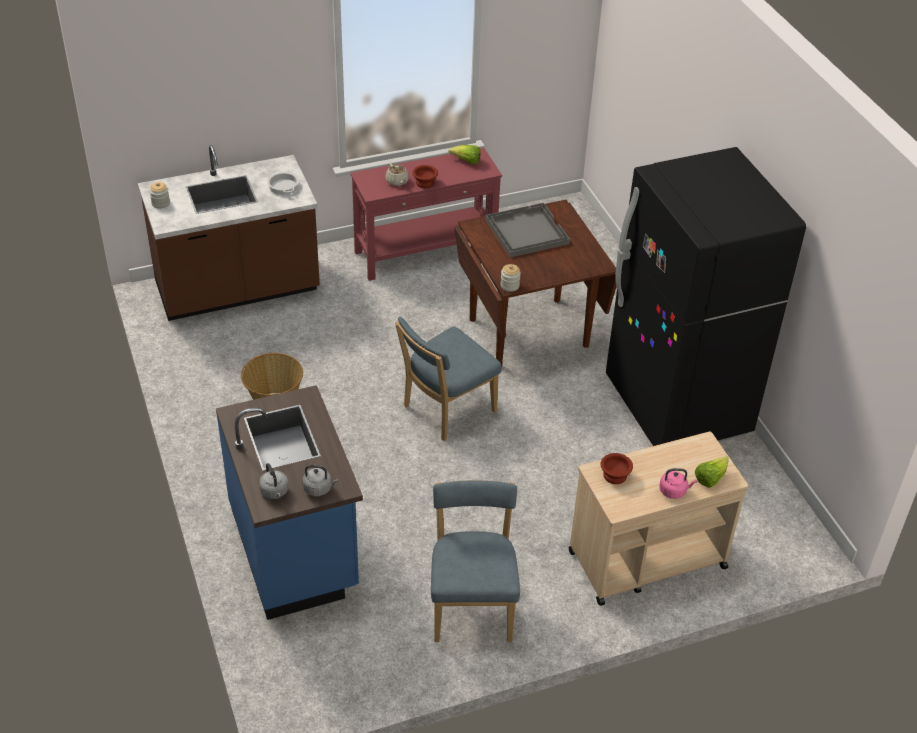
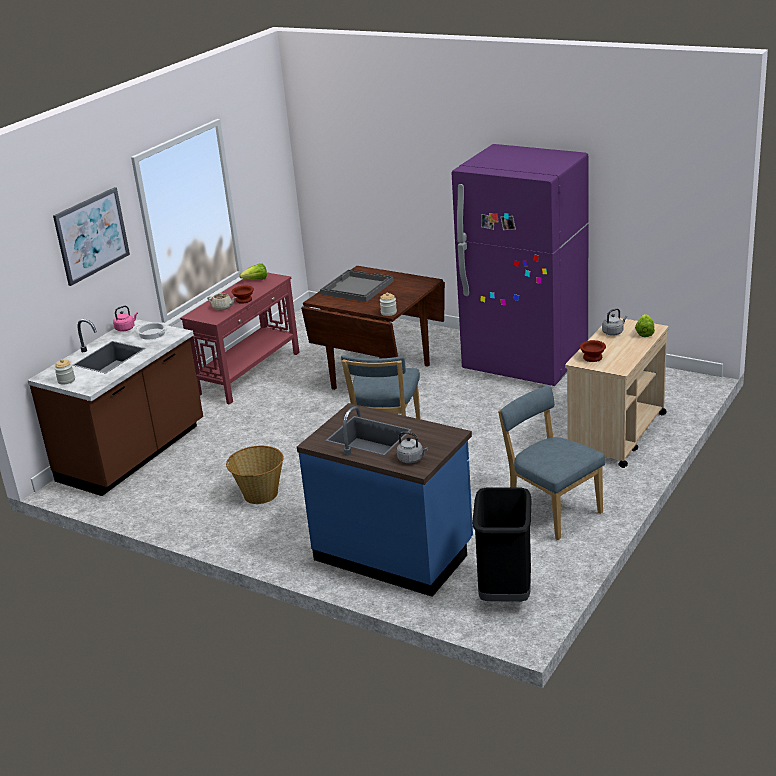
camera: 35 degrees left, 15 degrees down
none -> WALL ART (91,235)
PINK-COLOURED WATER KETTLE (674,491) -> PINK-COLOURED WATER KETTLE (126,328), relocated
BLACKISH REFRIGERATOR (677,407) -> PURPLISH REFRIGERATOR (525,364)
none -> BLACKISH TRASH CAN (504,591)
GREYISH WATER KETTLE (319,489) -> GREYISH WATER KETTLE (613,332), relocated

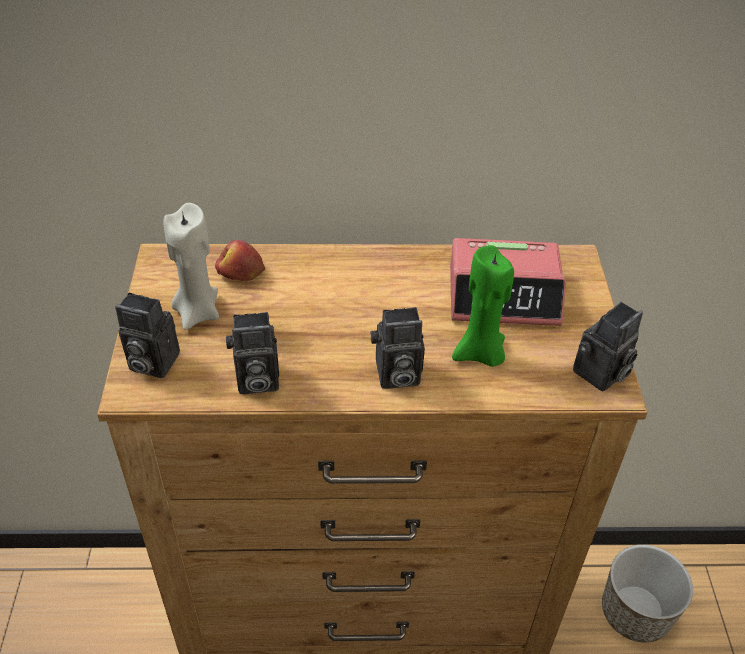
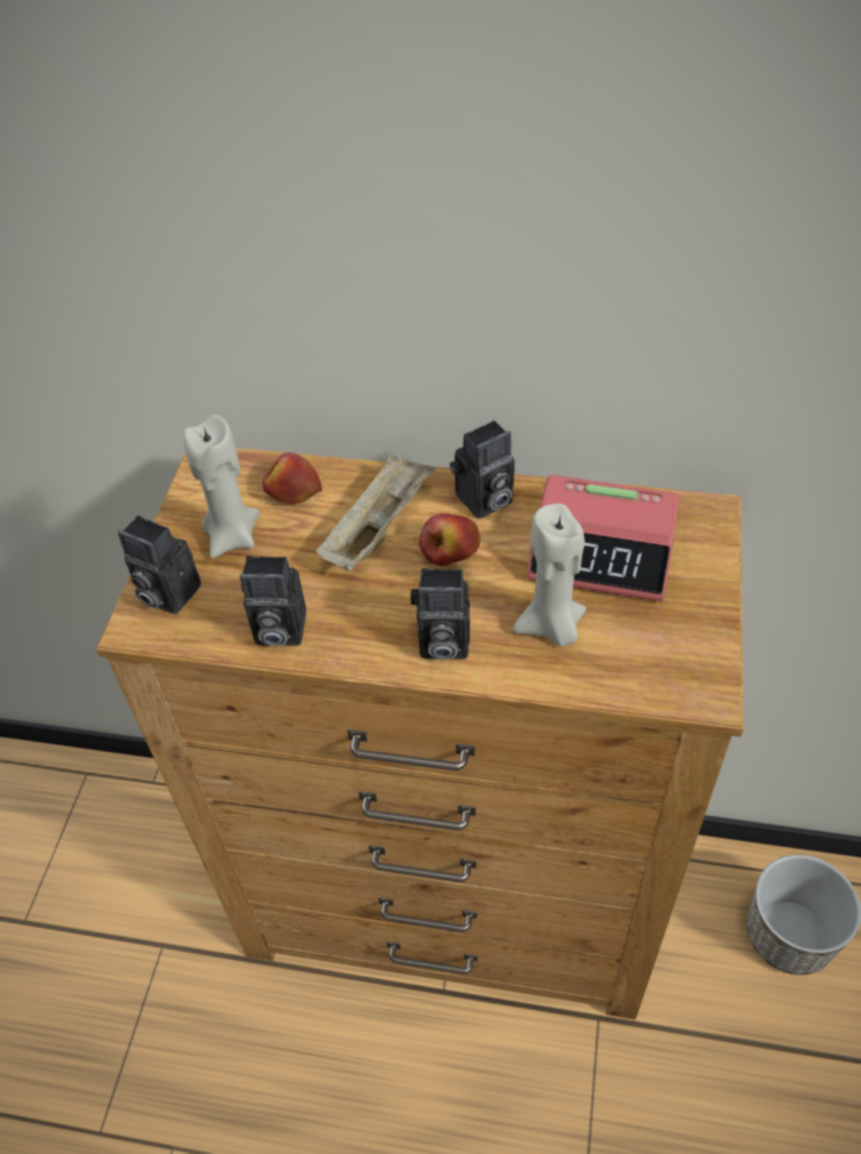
camera: 15 degrees right, 5 degrees up
none -> BEIGE CARRYING TRAY (378,527)
none -> APPLE (450,550)
PHOTO CAMERA (600,375) -> PHOTO CAMERA (483,502), relocated
GREEN-COLOURED WAX LIGHT (480,354) -> BEIGE WAX LIGHT (552,627)

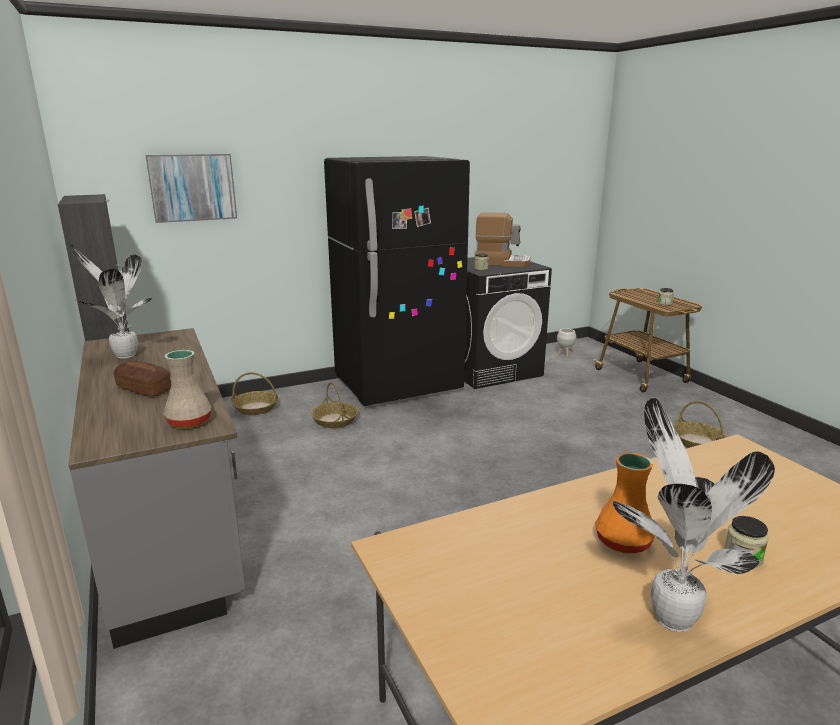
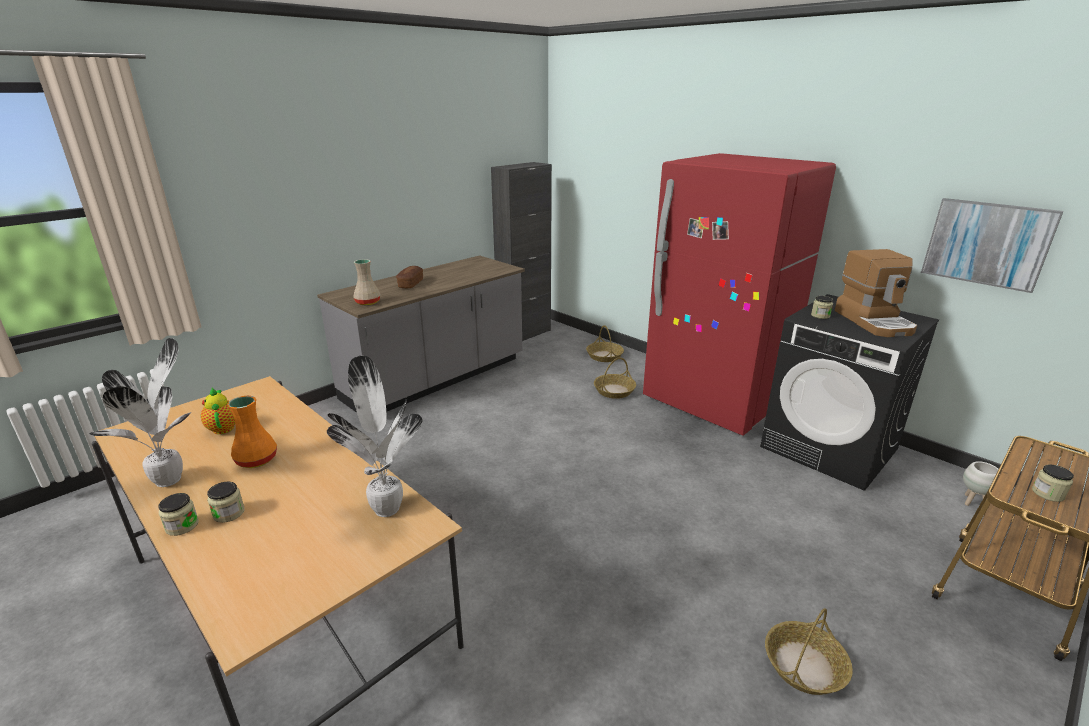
camera: 70 degrees right, 5 degrees up
none -> PRESERVE JAR (182,526)
none -> TEA POT (223,427)
HOUSEPLANT (124,355) -> HOUSEPLANT (387,507), relocated
BLACKISH REFRIGERATOR (398,386) -> RED REFRIGERATOR (713,403)
WALL ART (192,187) -> WALL ART (987,243), relocated

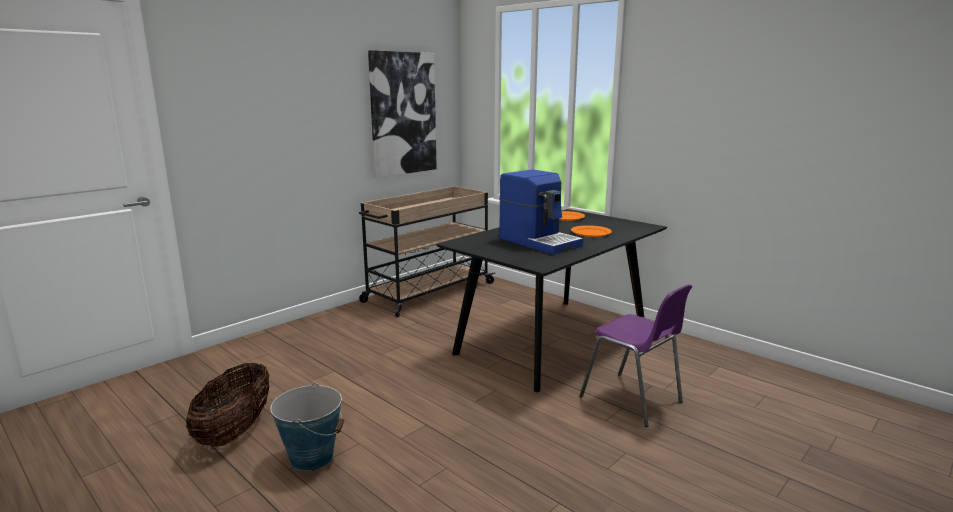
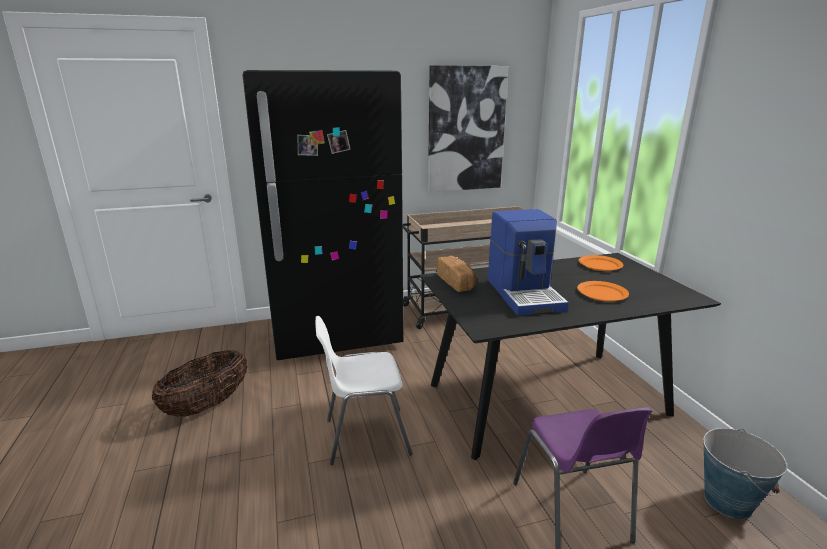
camera: 30 degrees right, 5 degrees up
none -> BLACKISH REFRIGERATOR (335,333)
none -> WHITE-COLOURED PLAIN CHAIR (364,436)
none -> BAKED BREAD (456,282)
BUCKET (312,457) -> BUCKET (728,501), relocated

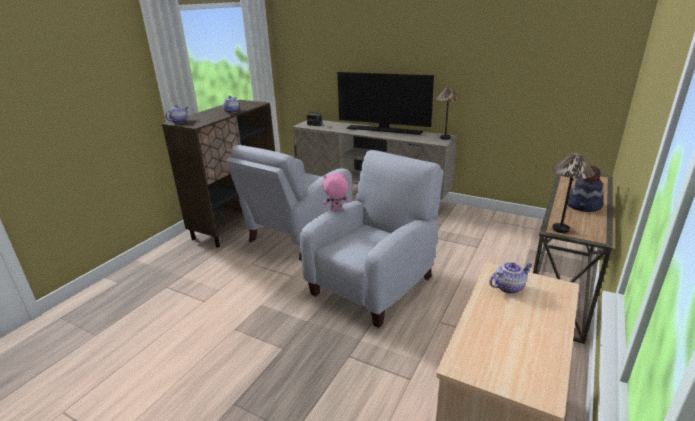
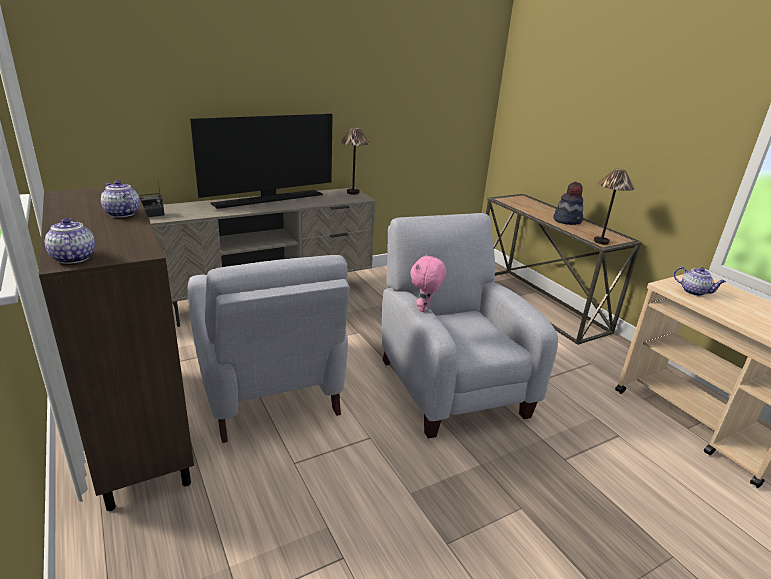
camera: 60 degrees left, 0 degrees up
TEA POT (508,287) -> TEA POT (694,292), 120 degrees clockwise

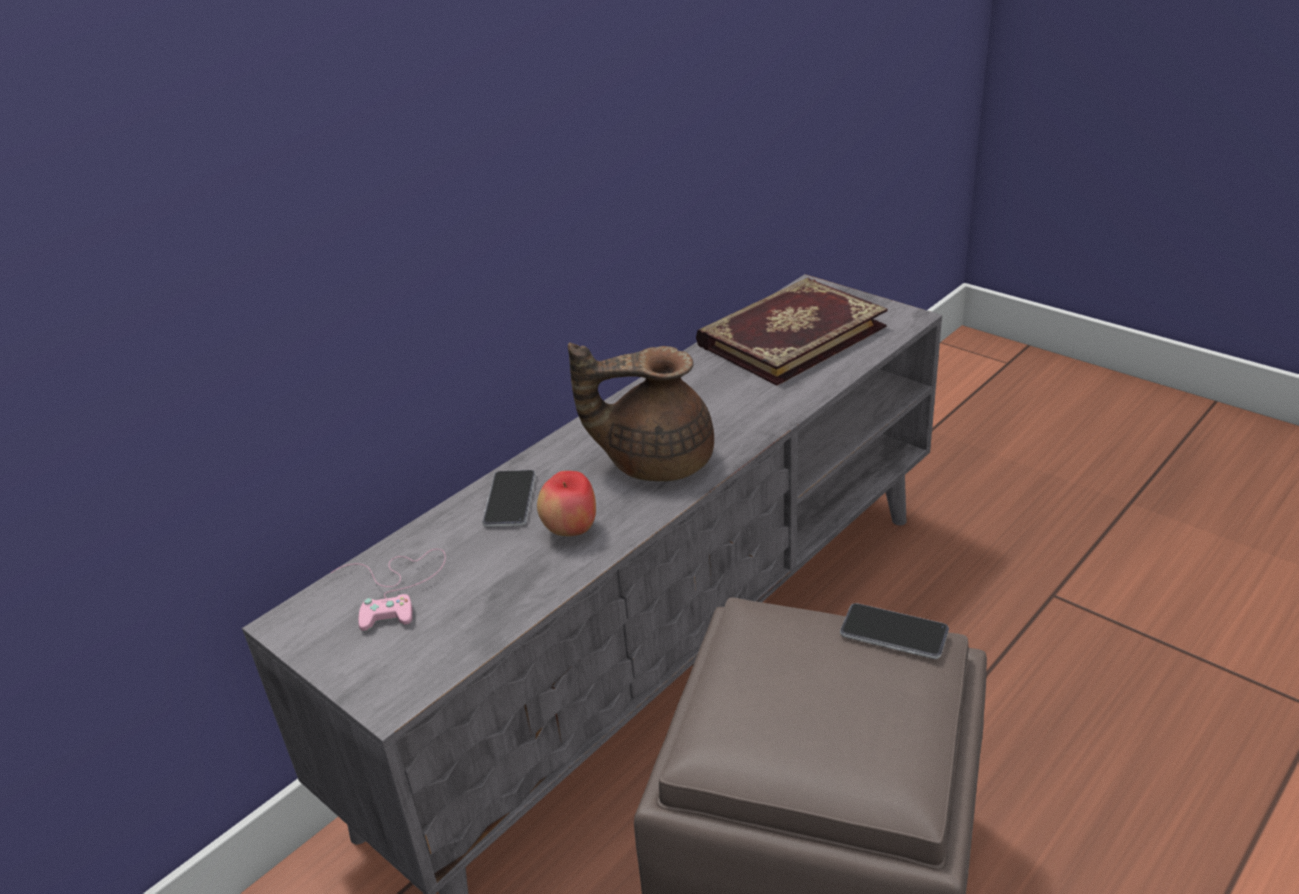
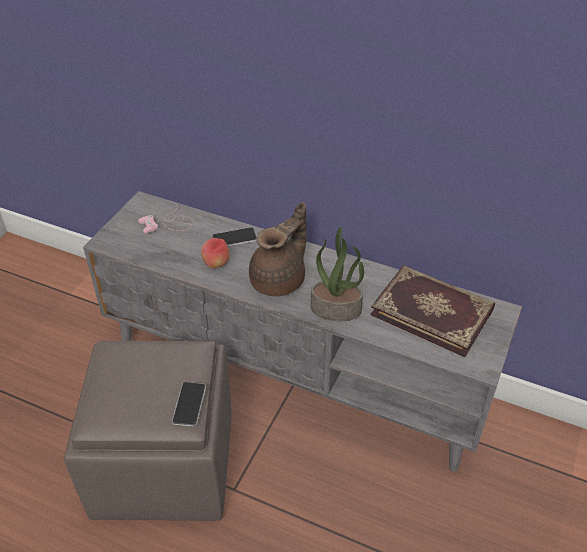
camera: 70 degrees right, 10 degrees up
BROWNISH TEA POT (655,460) -> BROWNISH TEA POT (280,280), 60 degrees clockwise
none -> HOUSEPLANT (336,309)

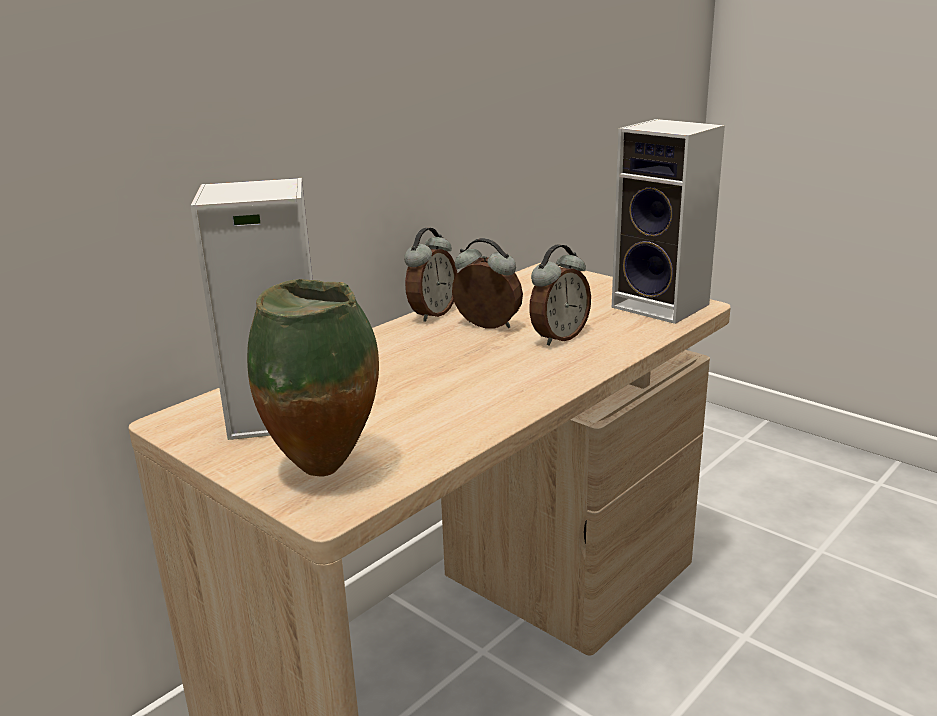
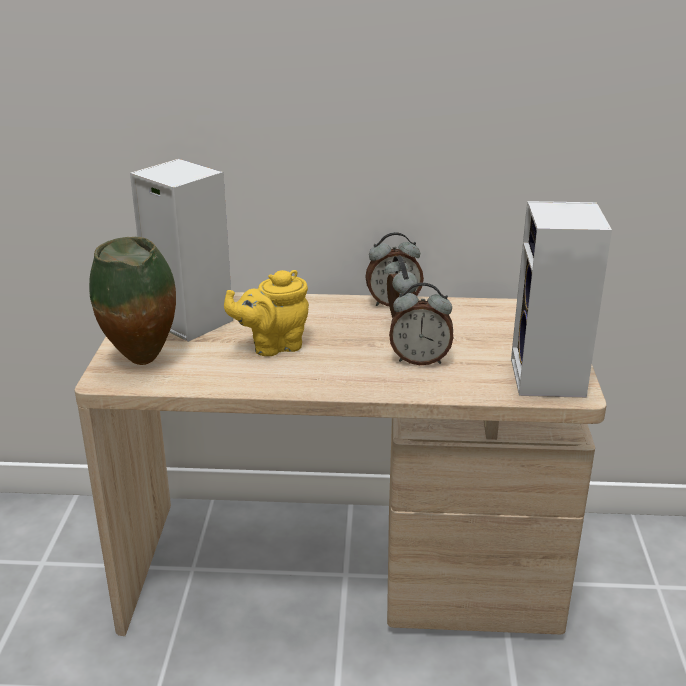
camera: 50 degrees right, 5 degrees up
none -> YELLOW-COLOURED TEA POT (273,346)

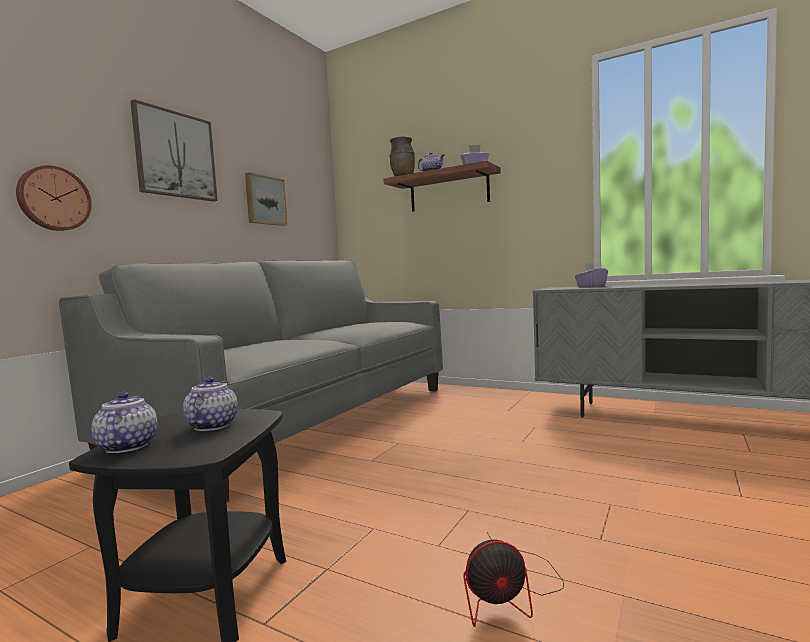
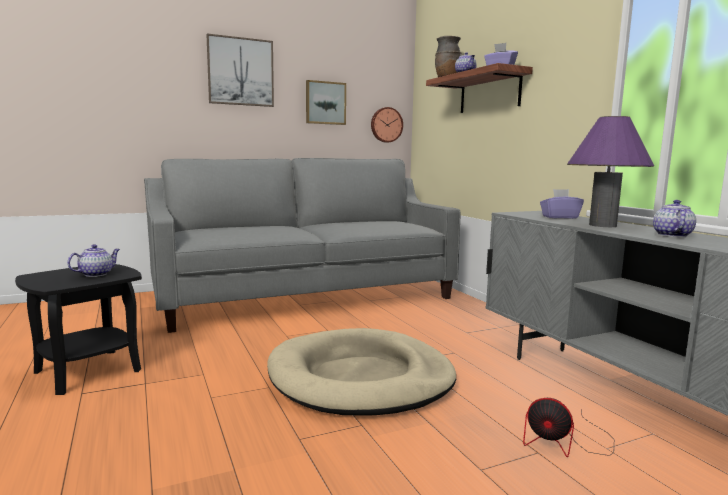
camera: 35 degrees right, 5 degrees up
none -> BEIGE DOG BED (361,378)
HANGING CLOCK (53,199) -> HANGING CLOCK (386,125), relocated
FAN (509,593) -> FAN (565,442), relocated
none -> PURPLISH TABLE LAMP (602,225)
TEA POT (127,446) -> TEA POT (671,235), relocated

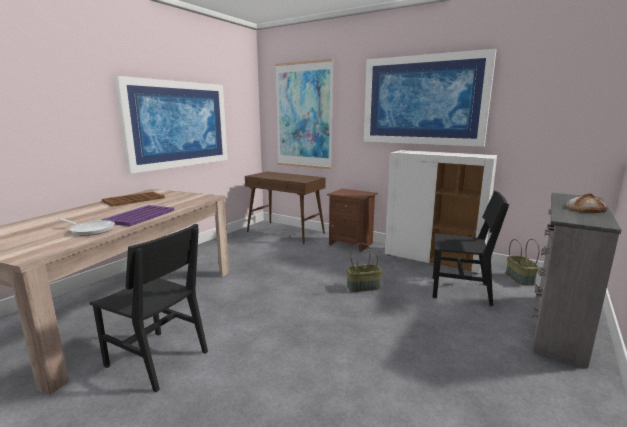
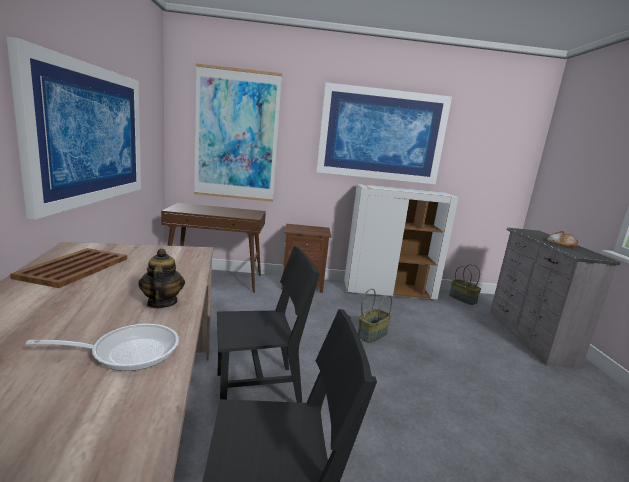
camera: 35 degrees left, 0 degrees up
PURPLISH CARRYING TRAY (139,216) -> TEA POT (161,303)
BLACKISH PLAIN CHAIR (460,290) -> BLACKISH PLAIN CHAIR (258,391), relocated

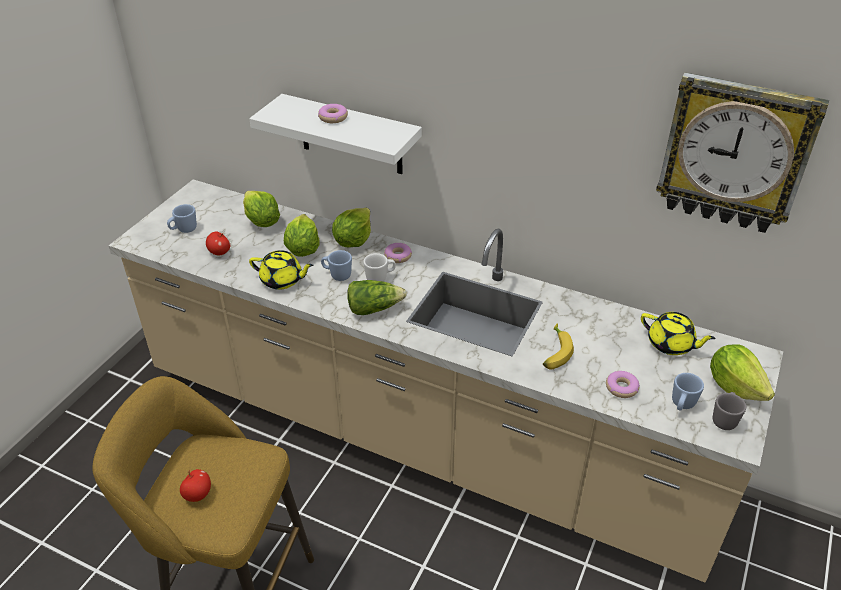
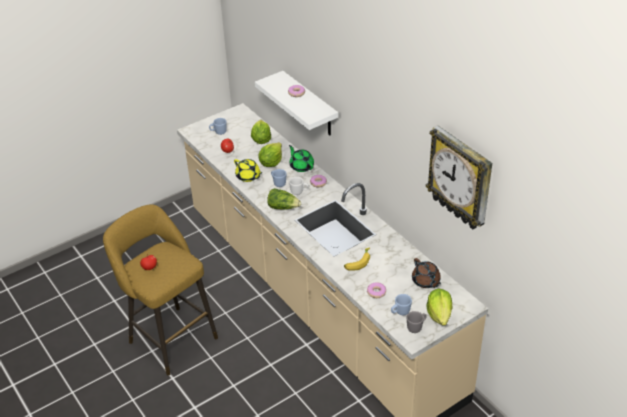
camera: 30 degrees right, 0 degrees up
HEAD OF LETTUCE (353,240) -> GREEN-COLOURED TEA POT (301,166)
YELLOW-COLOURED TEA POT (671,344) -> BROWNISH TEA POT (426,281)

